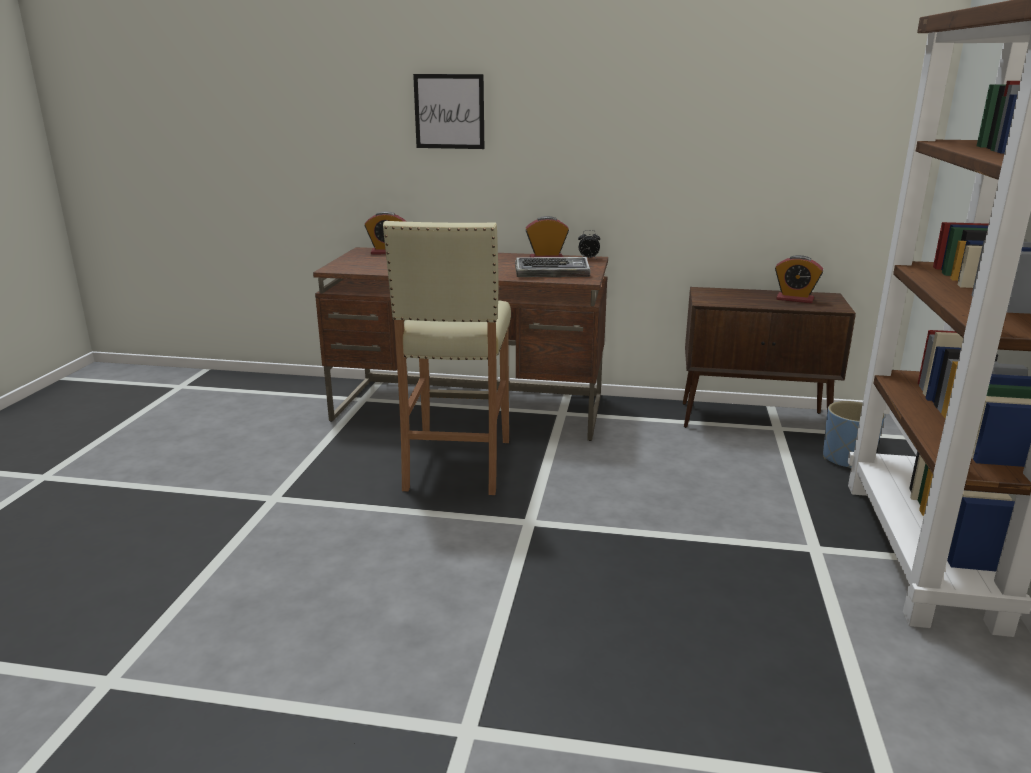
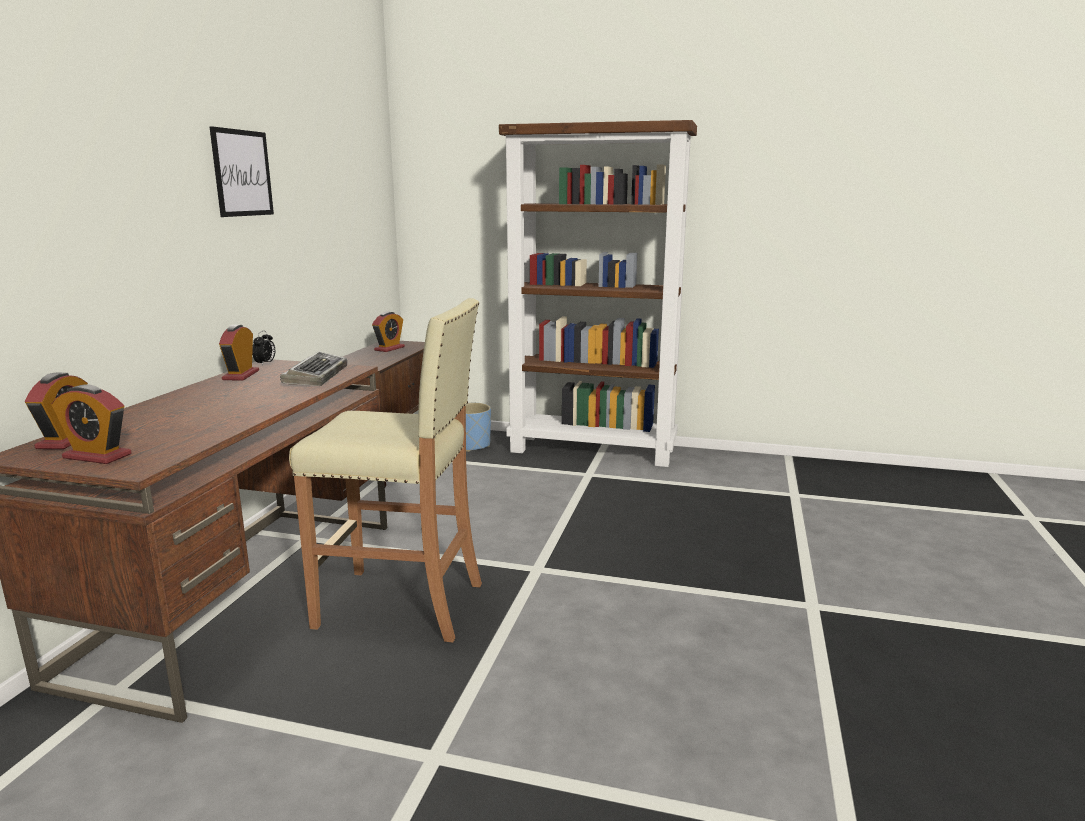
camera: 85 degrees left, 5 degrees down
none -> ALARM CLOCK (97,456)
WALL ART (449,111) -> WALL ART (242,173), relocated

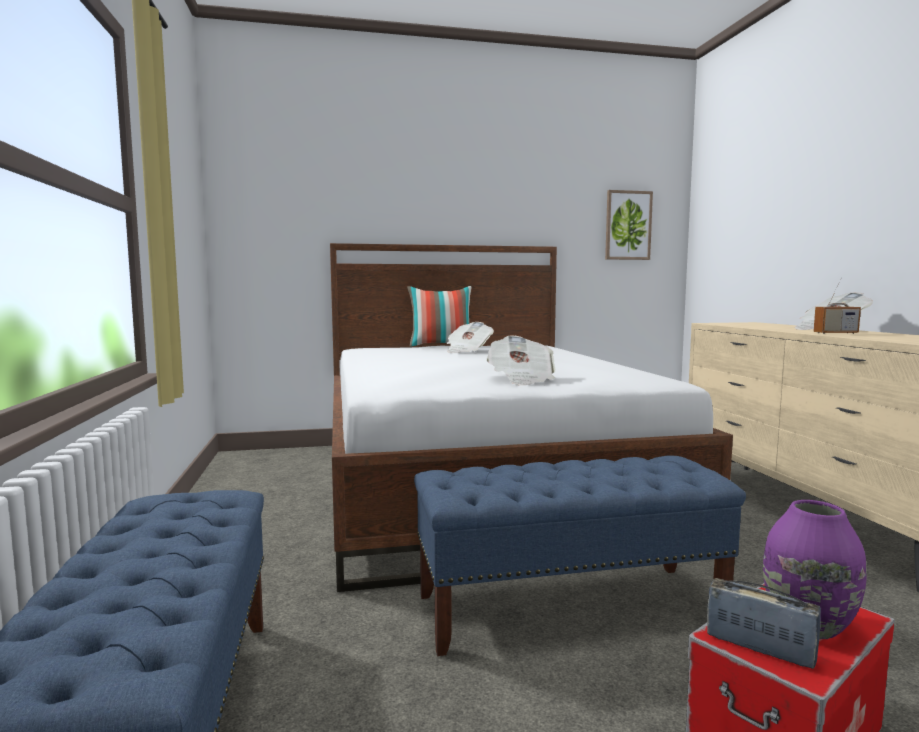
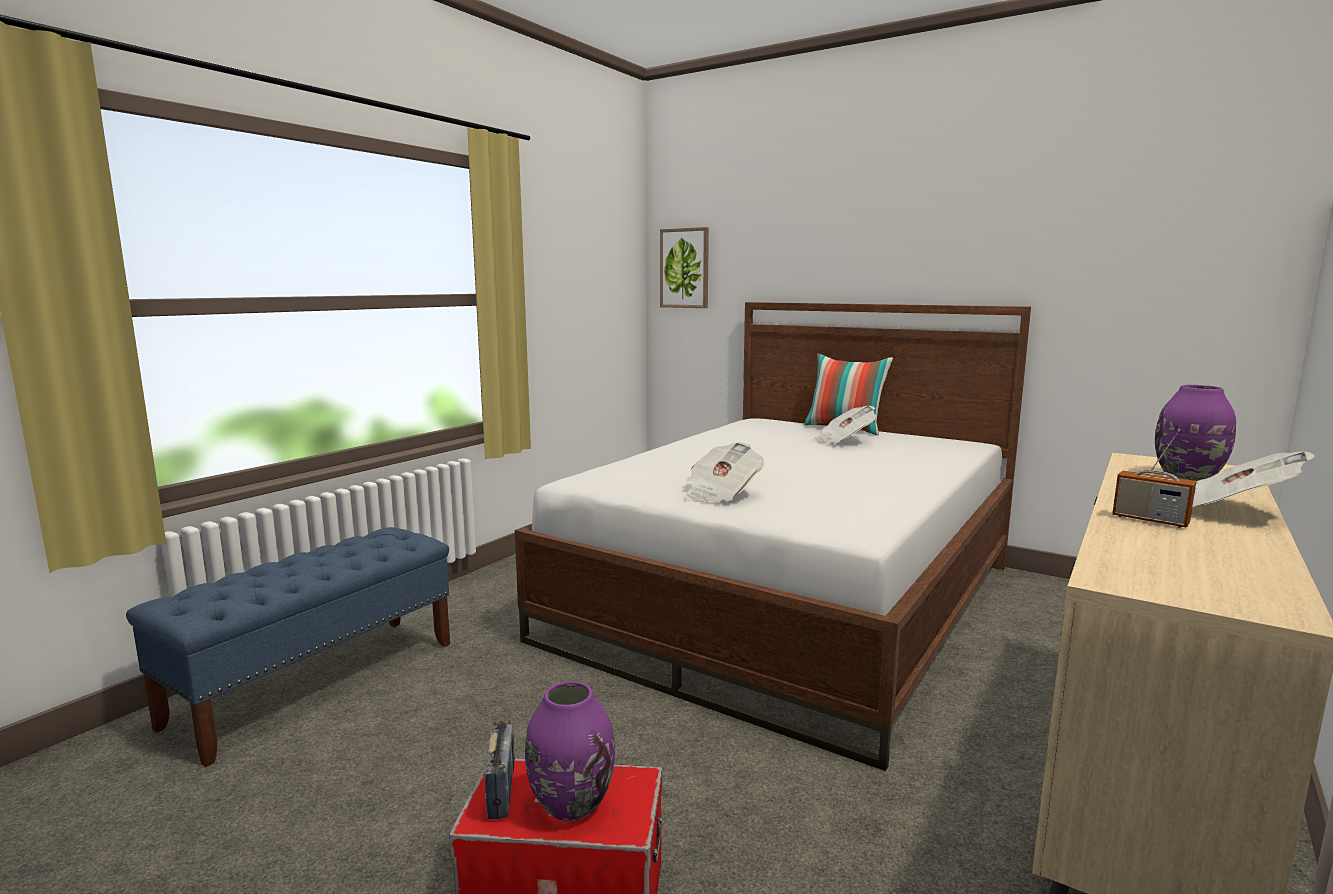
camera: 45 degrees right, 5 degrees up
WALL ART (628,225) -> WALL ART (685,268), relocated
none -> PURPLISH DECORATIVE VASE (1188,477)
BLUISH LONG SEAT (570,606) -> none

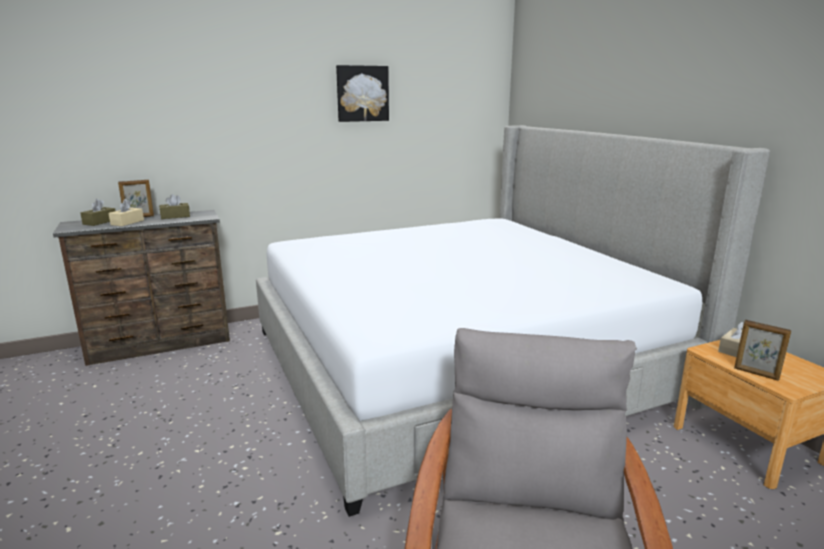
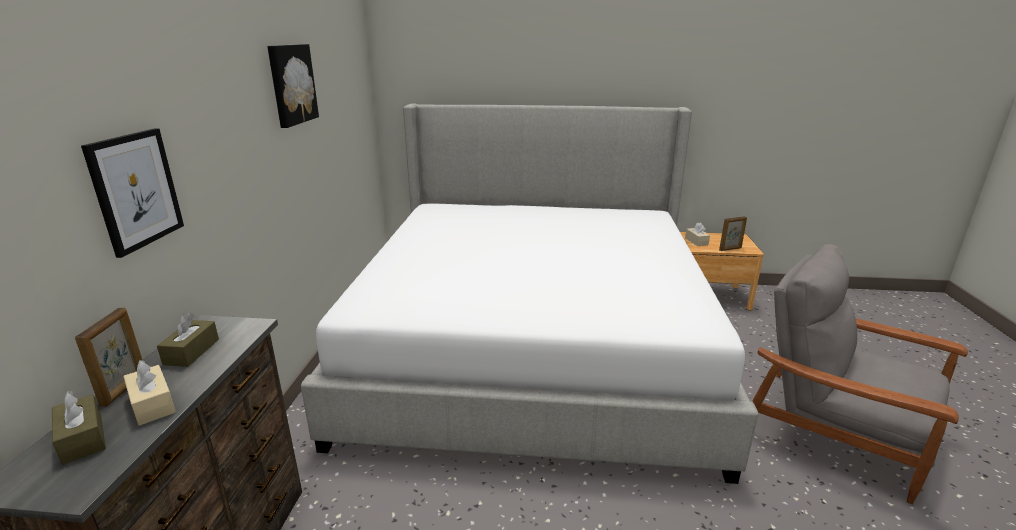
camera: 60 degrees left, 5 degrees up
none -> WALL ART (136,190)

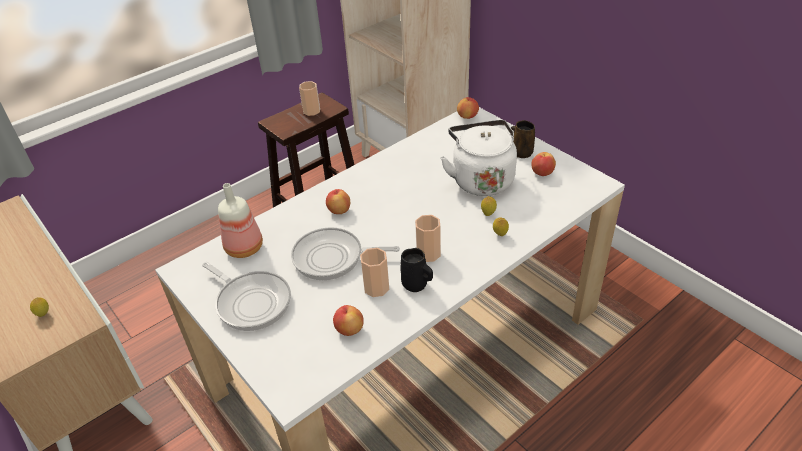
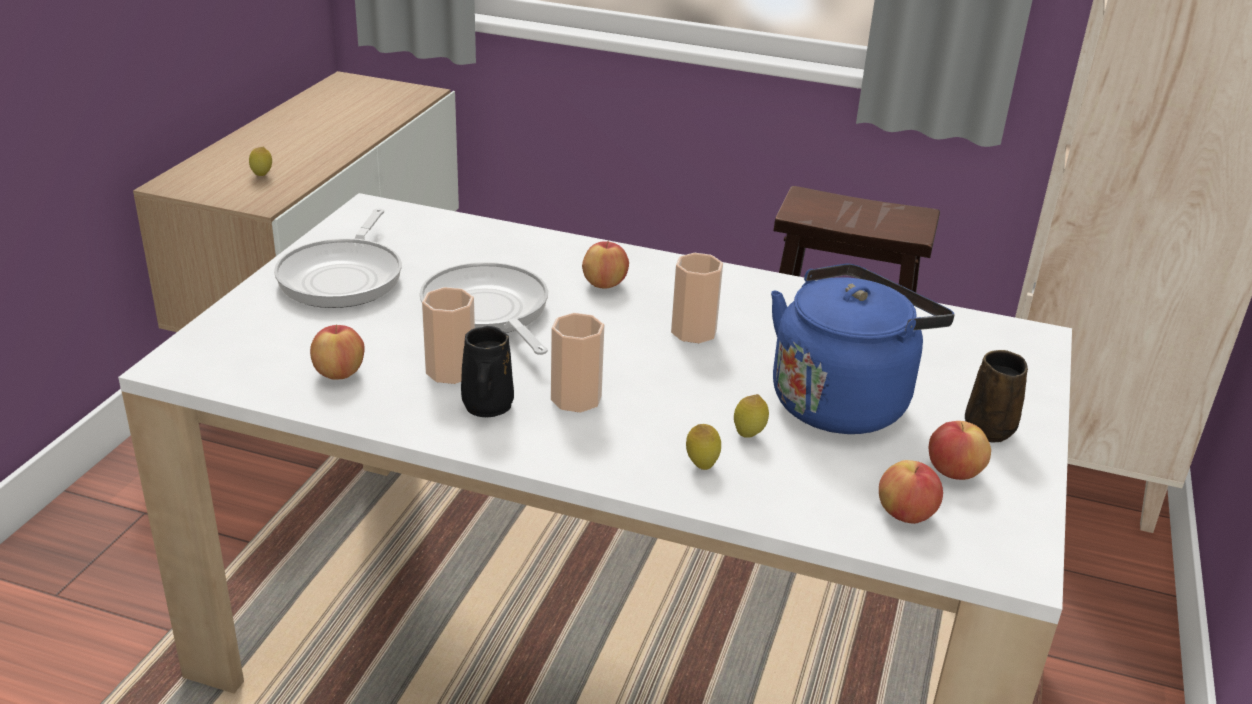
camera: 55 degrees right, 10 degrees down
DRINKING CUP (311,111) -> DRINKING CUP (693,331), relocated
WHITE-COLOURED WATER KETTLE (481,179) -> BLUISH WATER KETTLE (843,400)
APPLE (467,116) -> APPLE (906,515), relocated
BOTTLE (244,247) -> none

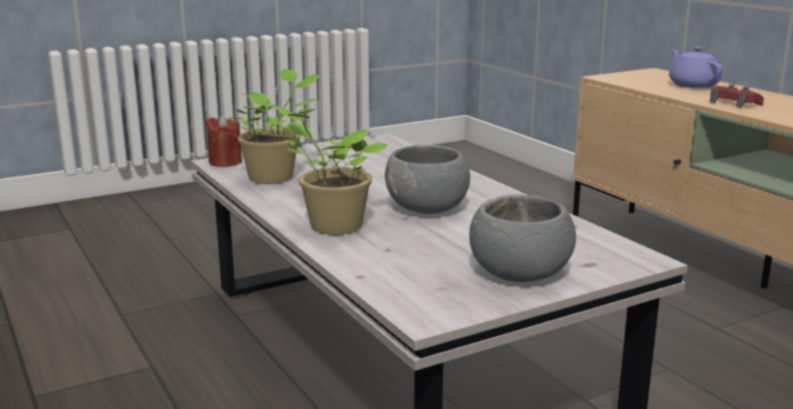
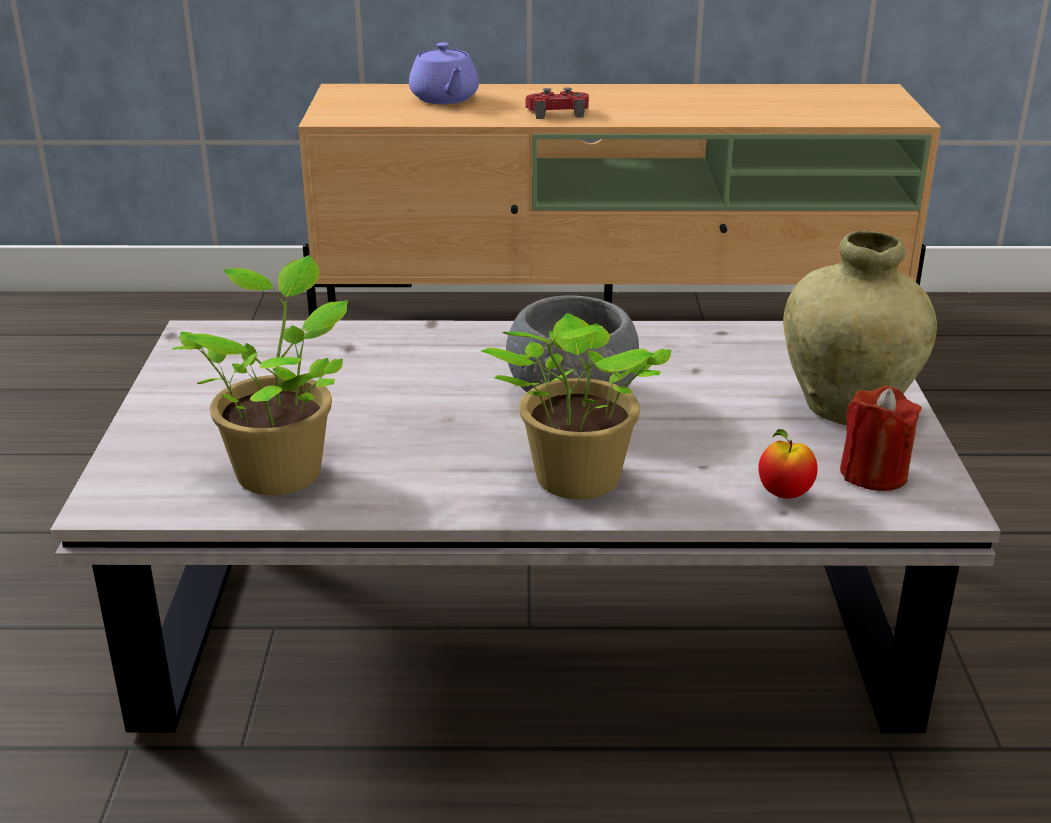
camera: 60 degrees left, 10 degrees up
PURPLISH TEA POT (692,85) -> PURPLISH TEA POT (444,99), 120 degrees counterclockwise
none -> APPLE (784,494)
GREYISH DEEP DISH (520,273) -> BEIGE DECORATIVE VASE (847,409)
RED WAX LIGHT (225,162) -> RED WAX LIGHT (873,474), relocated

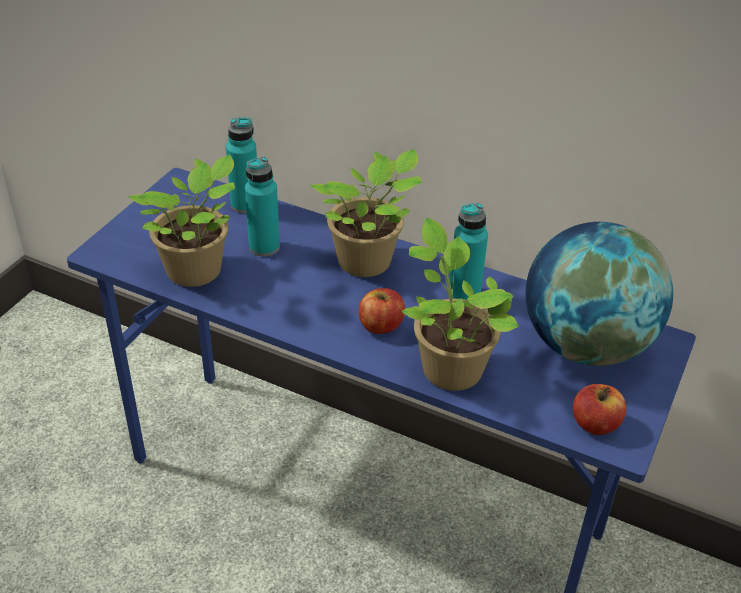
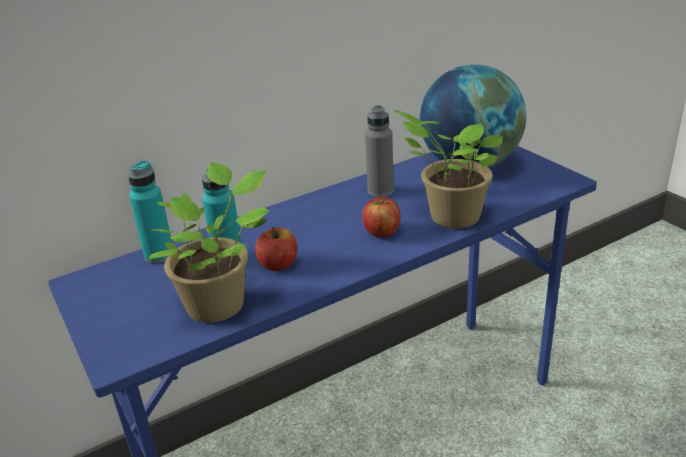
camera: 55 degrees left, 10 degrees down
APPLE (595,424) -> APPLE (278,264), relocated
TURQUOISE-COLOURED BOTTLE (464,294) -> GREYISH BOTTLE (380,190)
HOUSEPLANT (368,263) -> none

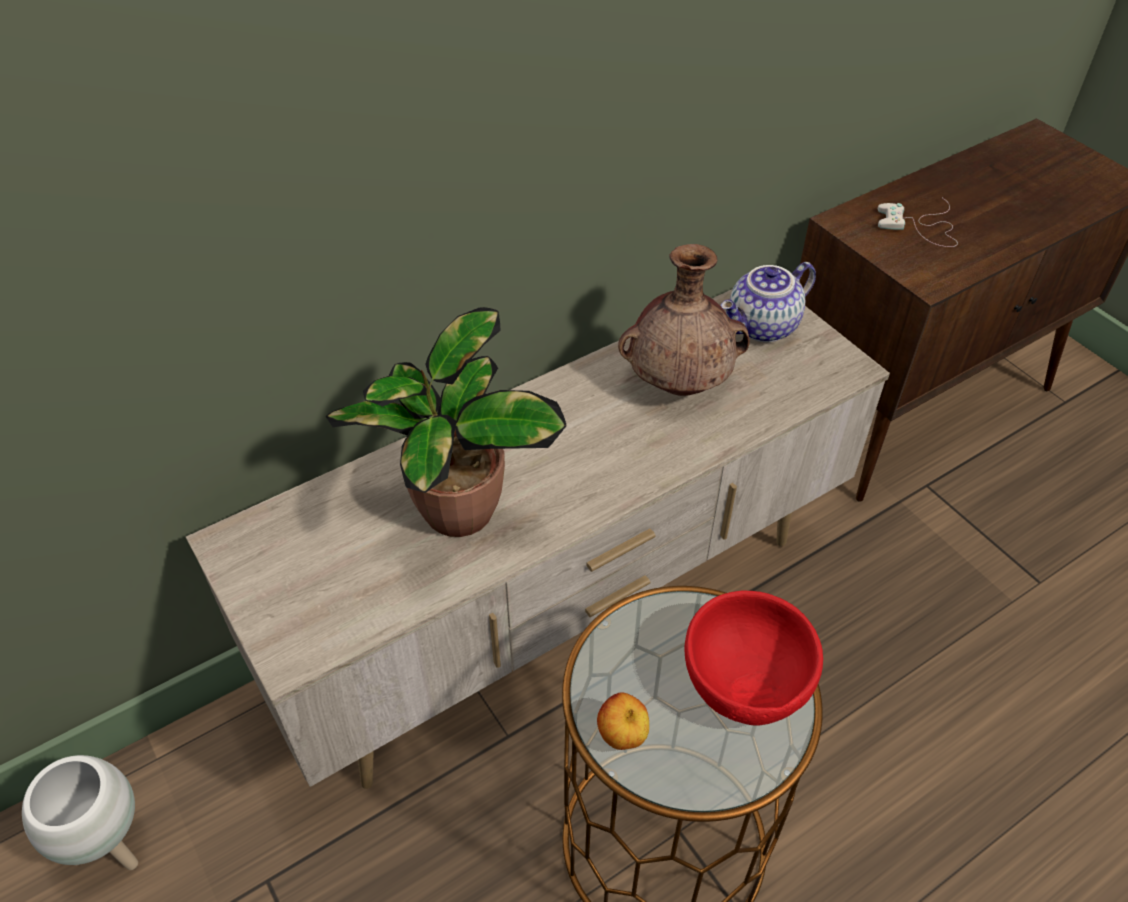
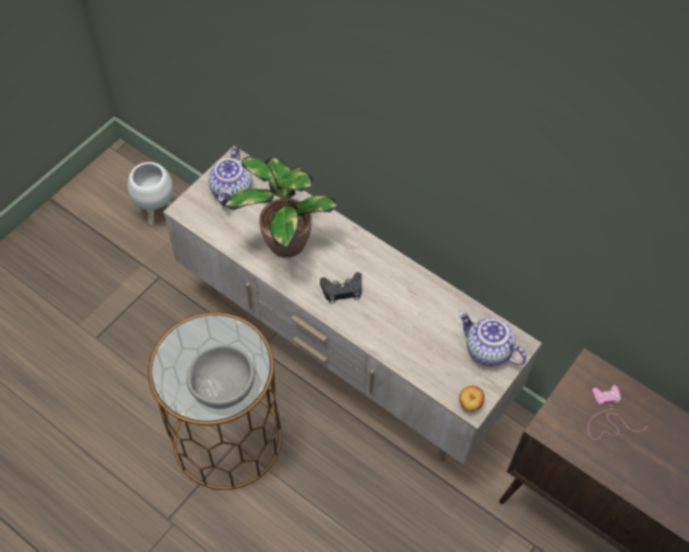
camera: 70 degrees right, 10 degrees up
RED DEEP DISH (749,680) -> GREYISH DEEP DISH (224,388)
none -> TEA POT (232,191)
none -> BLACKISH GAME CONTROLLER (342,290)
APPLE (622,735) -> APPLE (469,404), relocated
WHITE-COLOURED GAME CONTROLLER (921,227) -> PINK-COLOURED GAME CONTROLLER (607,417)
BROWNISH DECORATIVE VASE (680,384) -> none

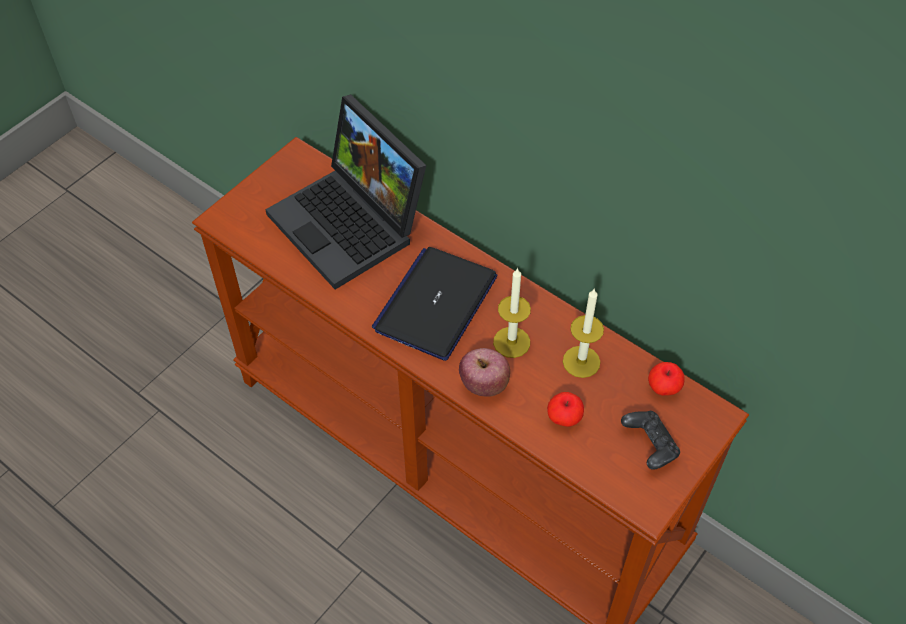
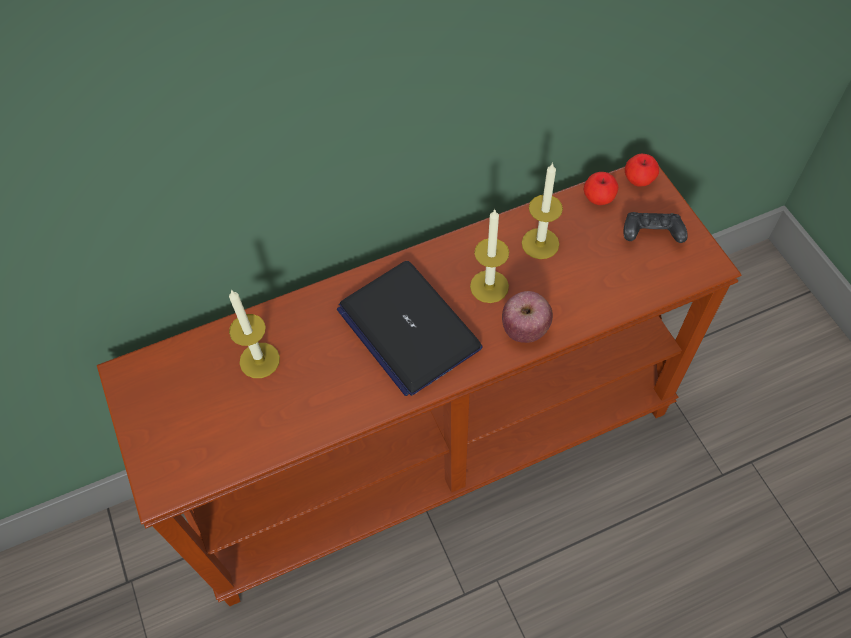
camera: 60 degrees left, 5 degrees up
NOTEBOOK COMPUTER (352,224) -> WAX LIGHT (259,360)
APPLE (564,418) -> APPLE (638,181), relocated

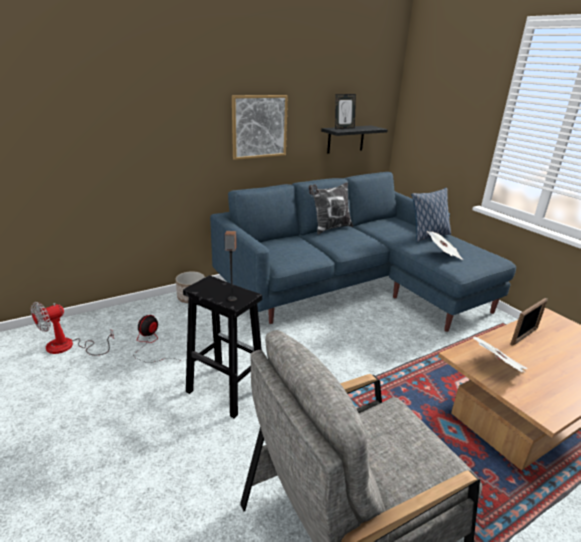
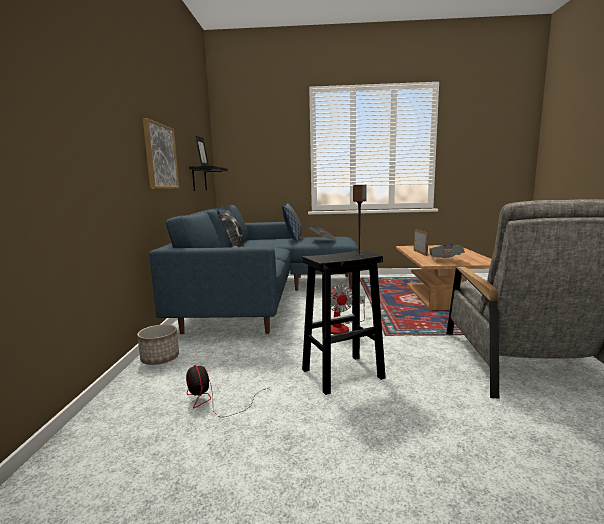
camera: 55 degrees left, 15 degrees down
FAN (68,347) -> FAN (342,327), relocated

